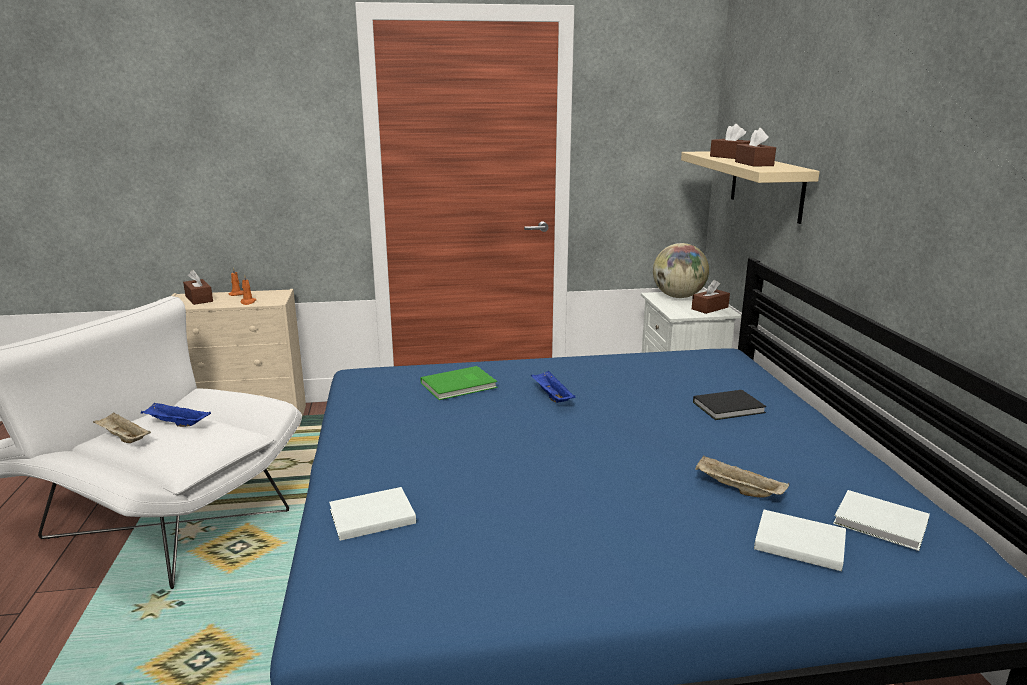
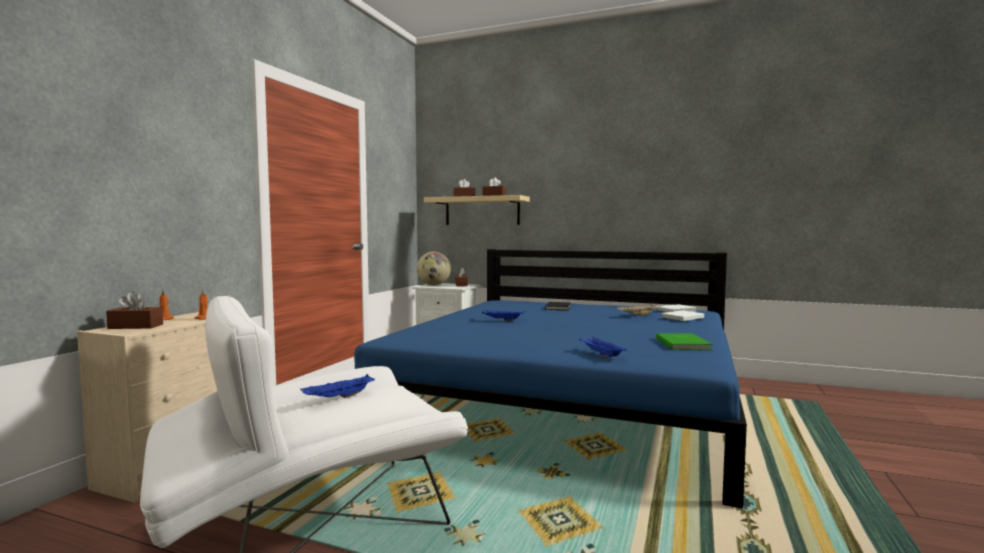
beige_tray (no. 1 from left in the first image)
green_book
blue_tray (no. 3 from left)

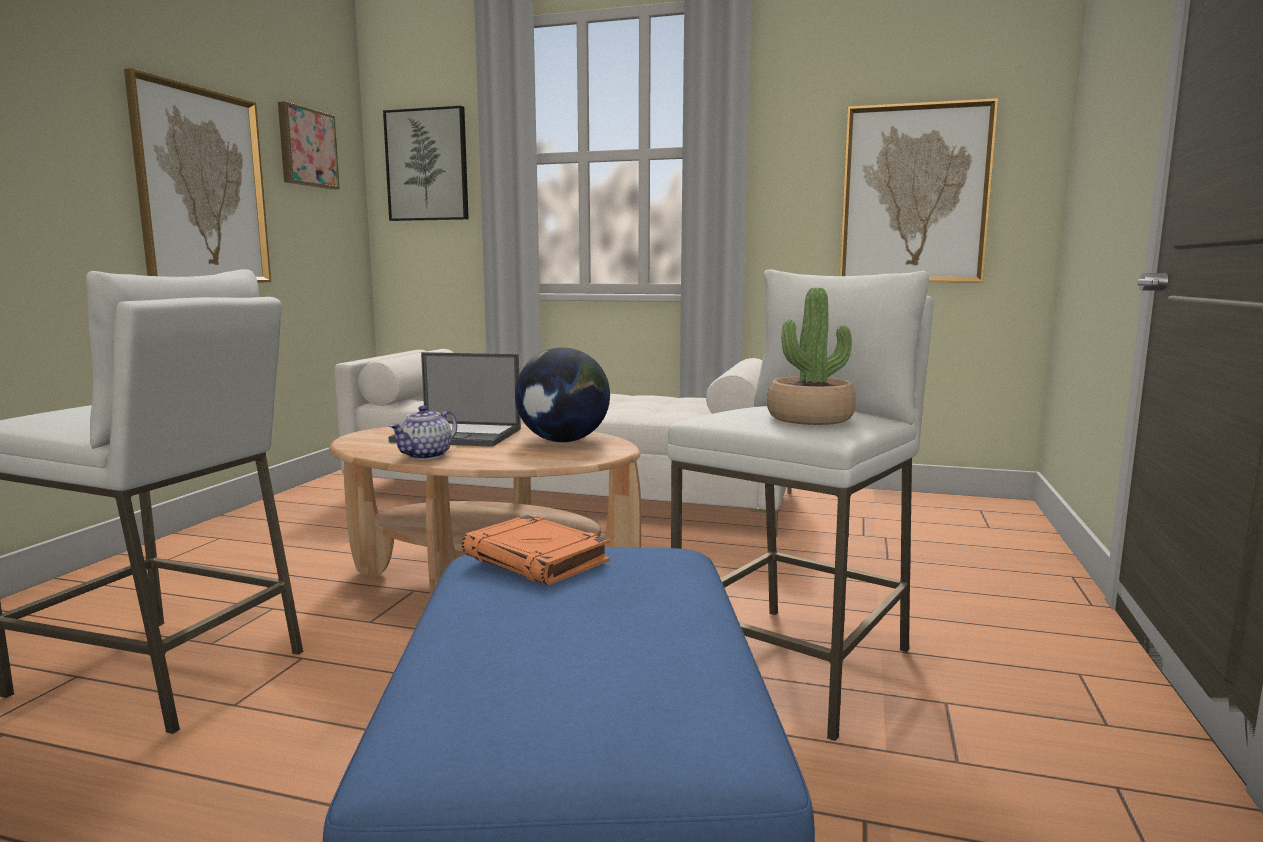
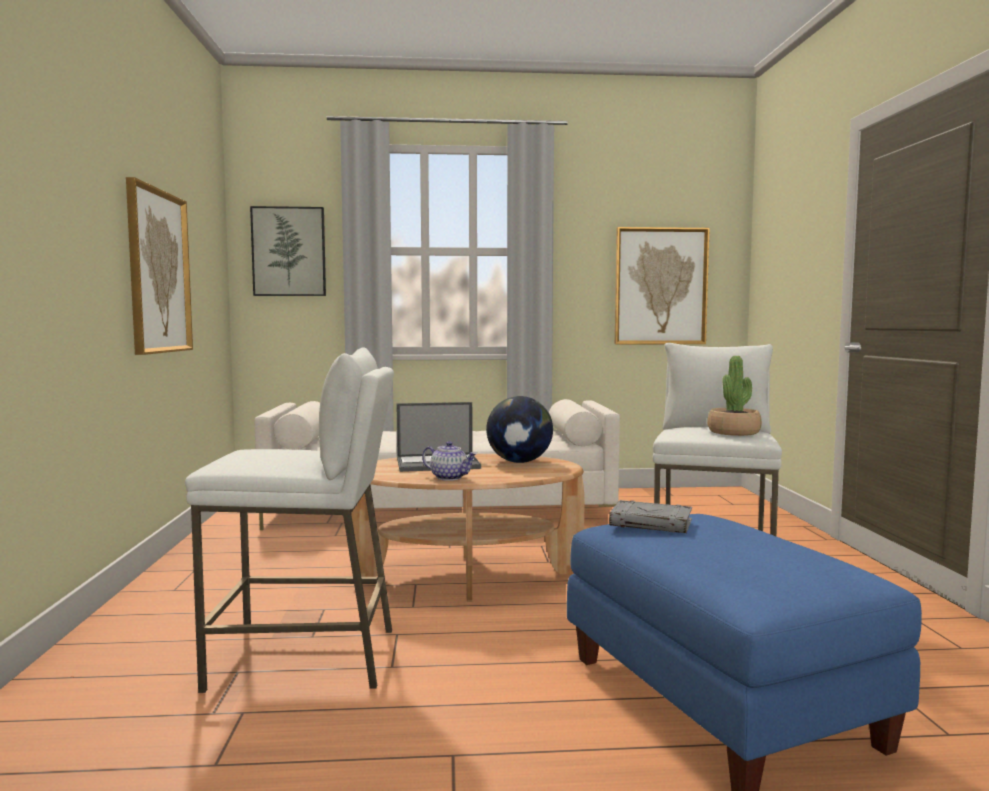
picture (no. 2 from left in the first image)
grey_book
teapot

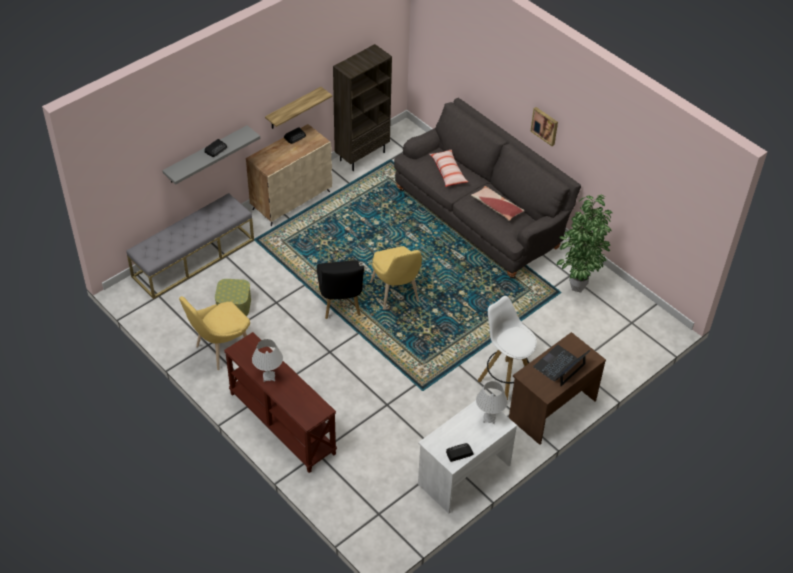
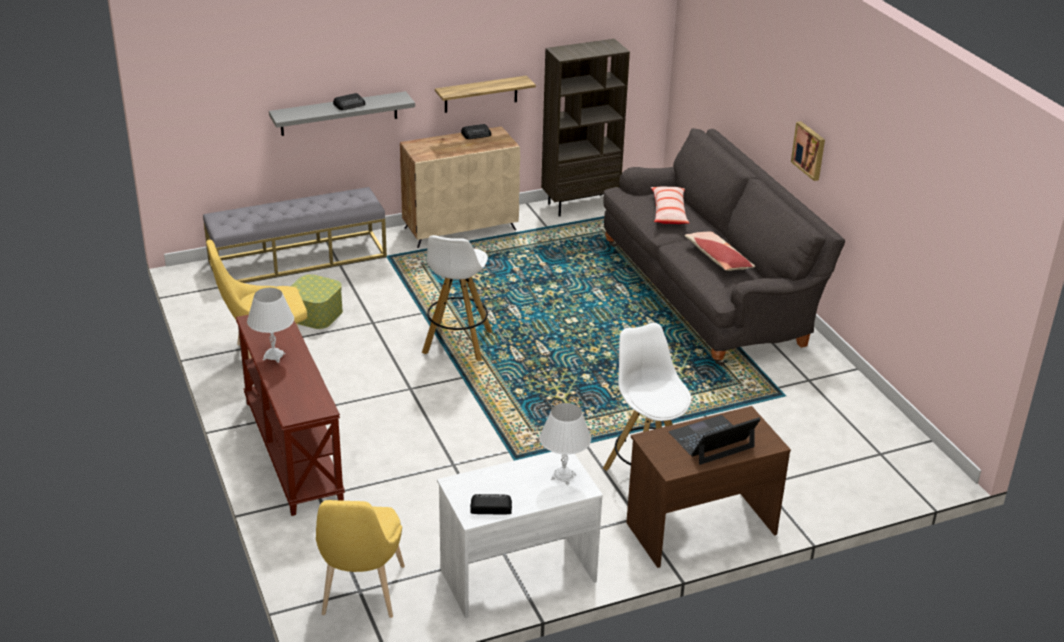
potted_plant
yellow_chair (no. 2 from left)
white_stool (no. 1 from left)

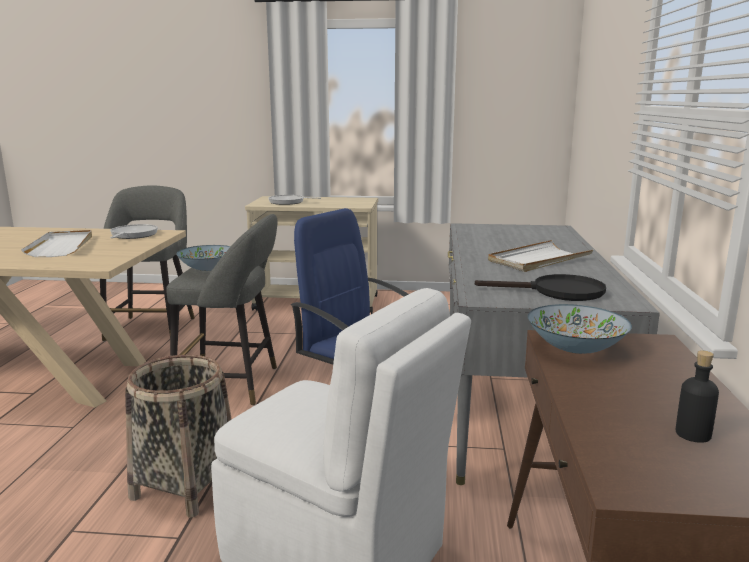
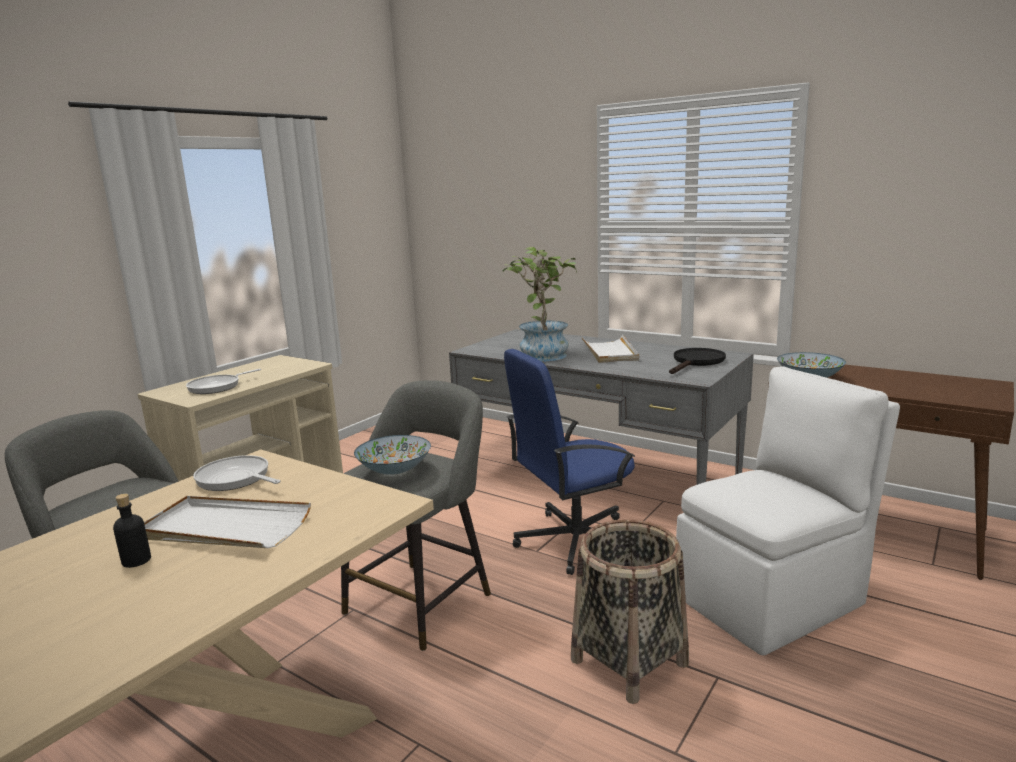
potted_plant
black_bottle

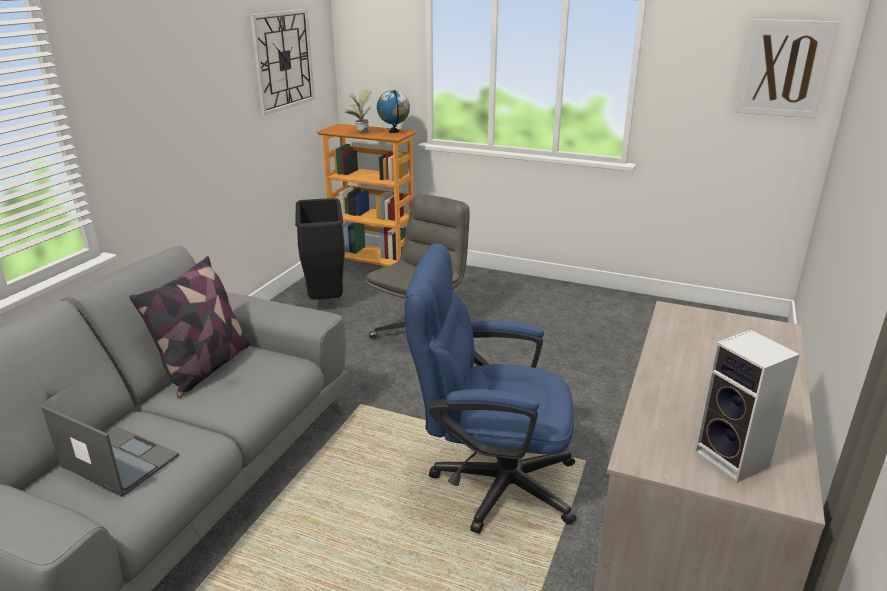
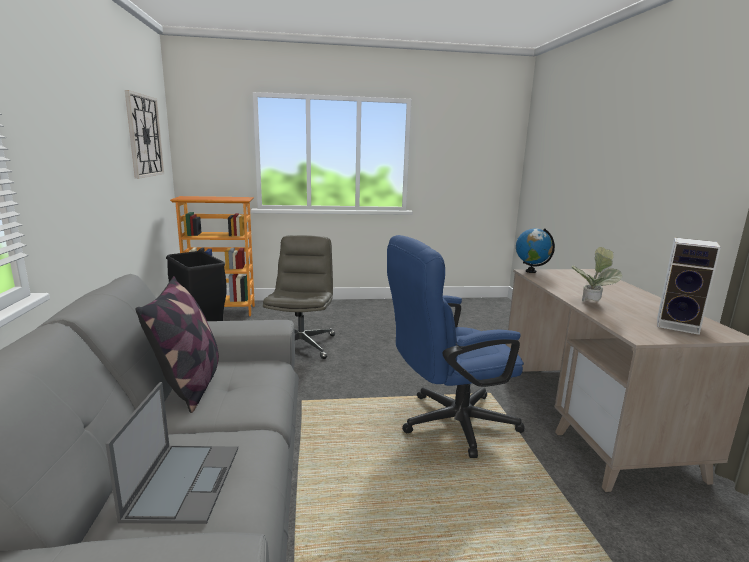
picture
potted_plant
globe
laptop

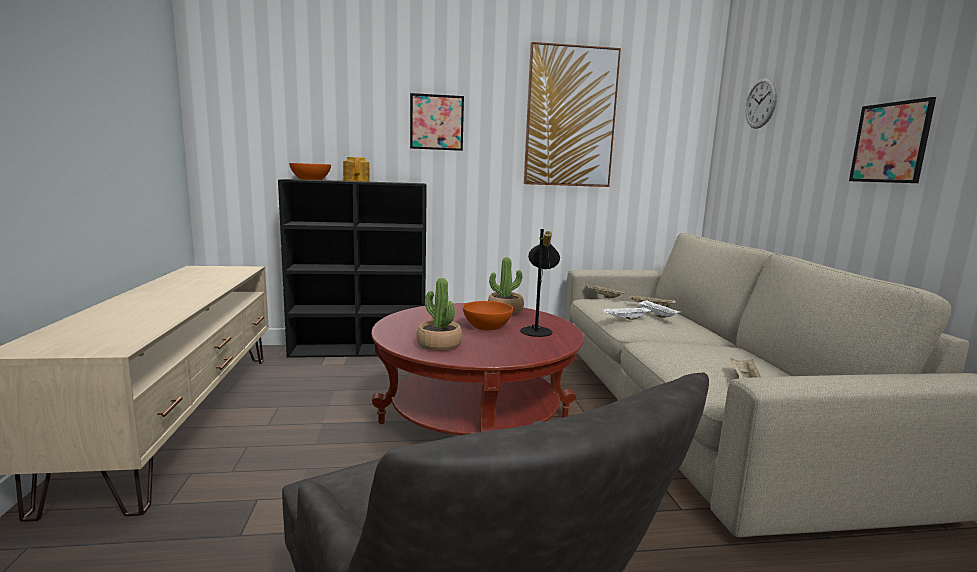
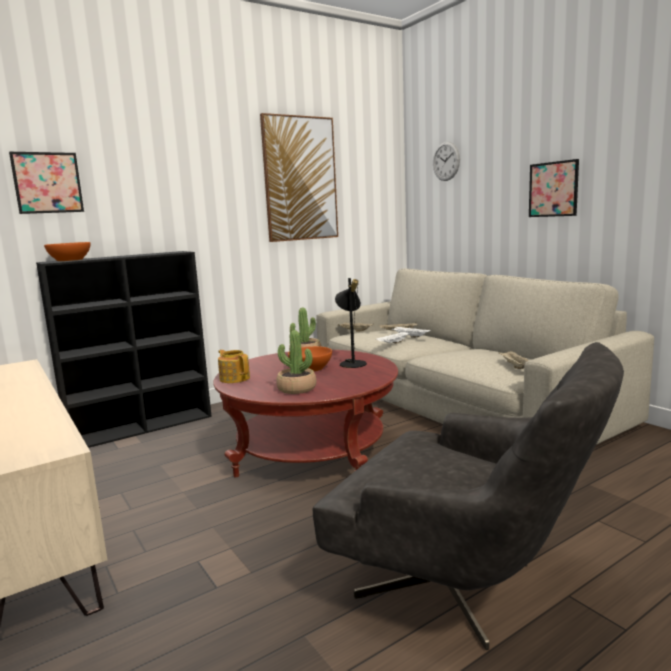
teapot
picture (no. 1 from left)

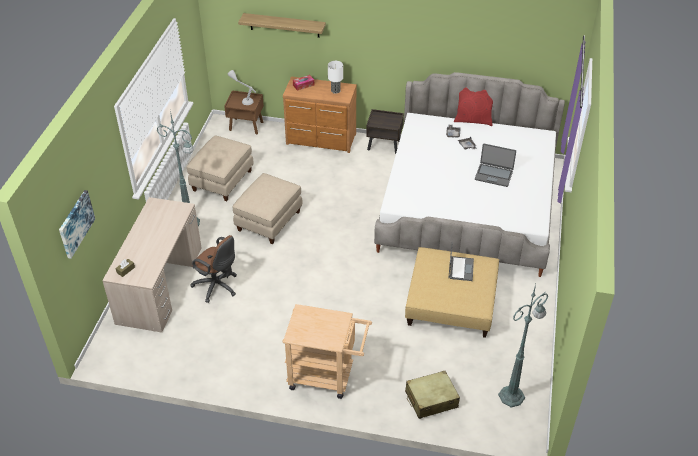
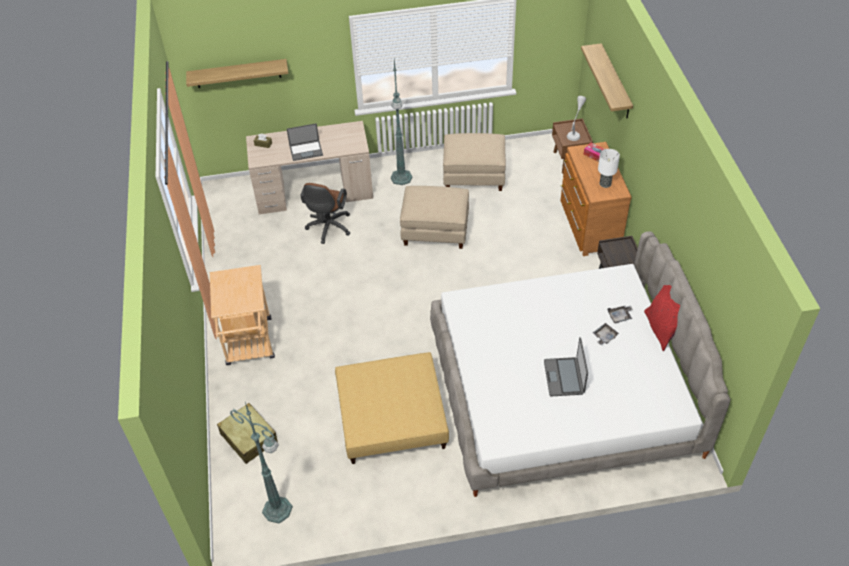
laptop (no. 1 from left)
shelf (no. 1 from left)

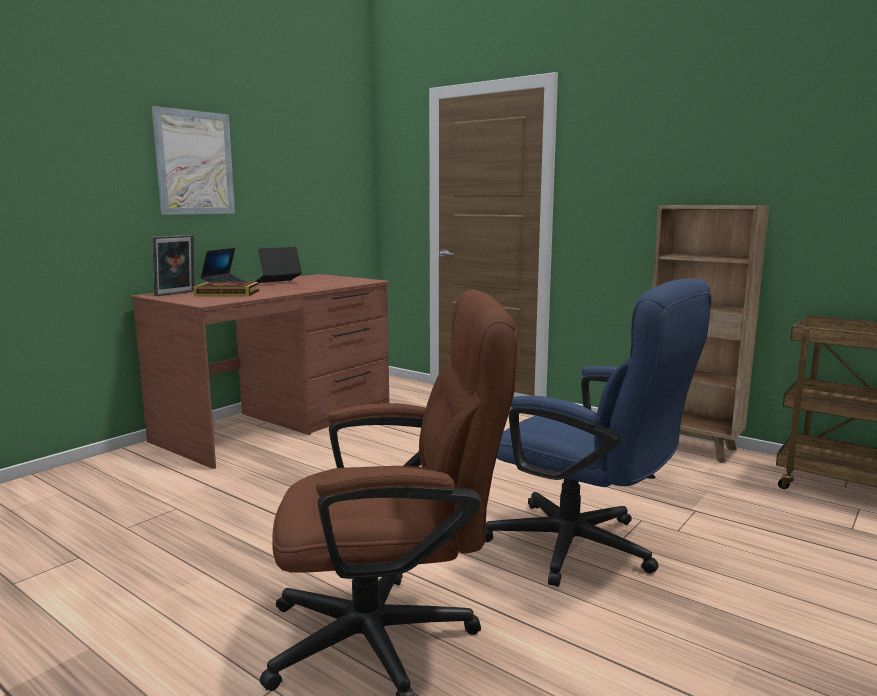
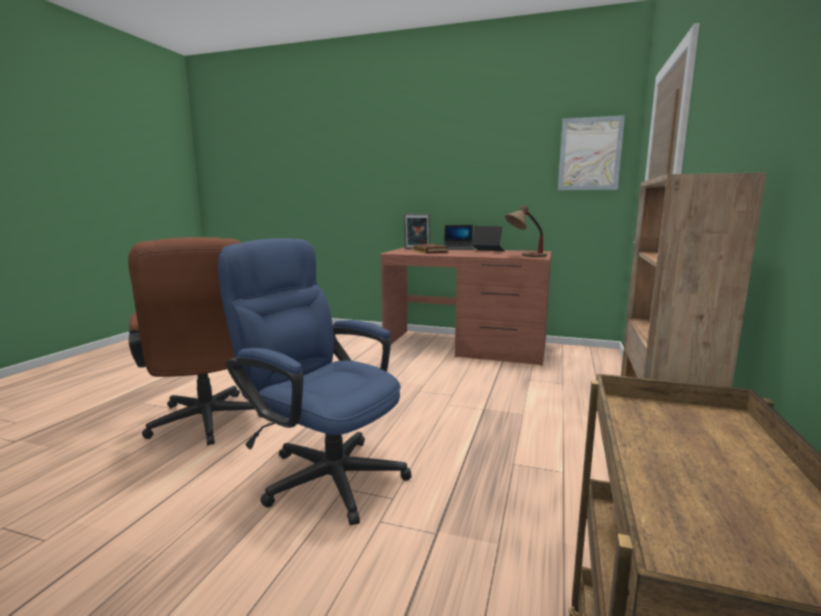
table_lamp
picture
blue_office_chair

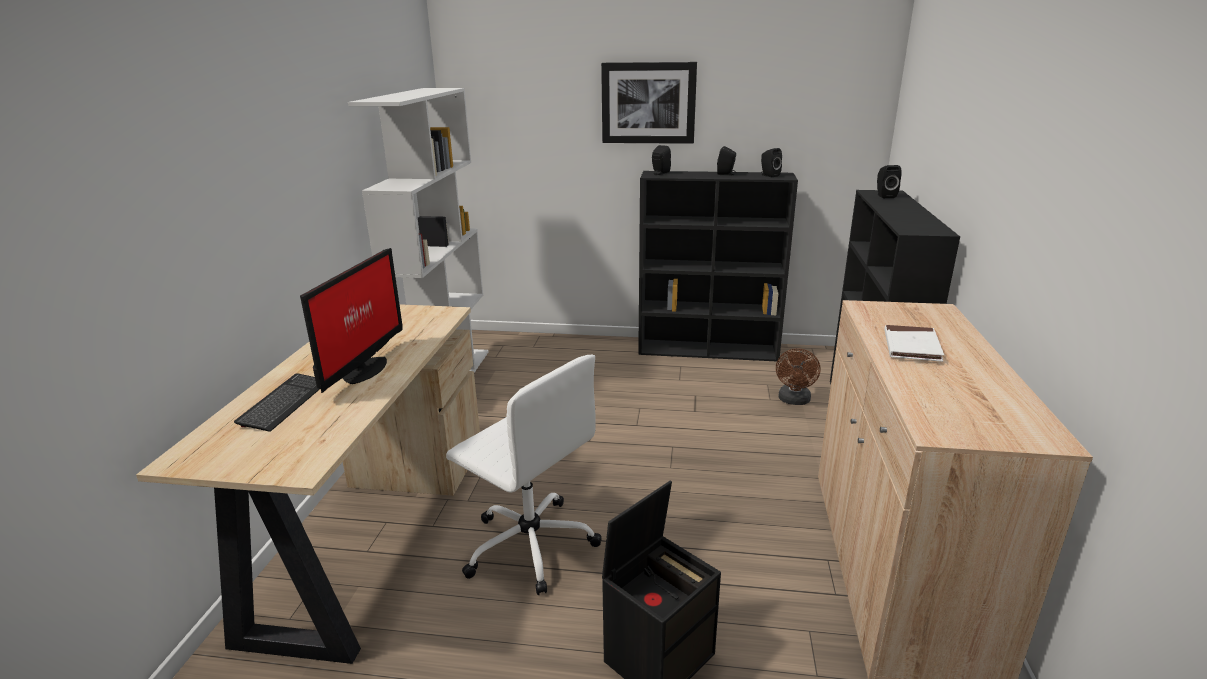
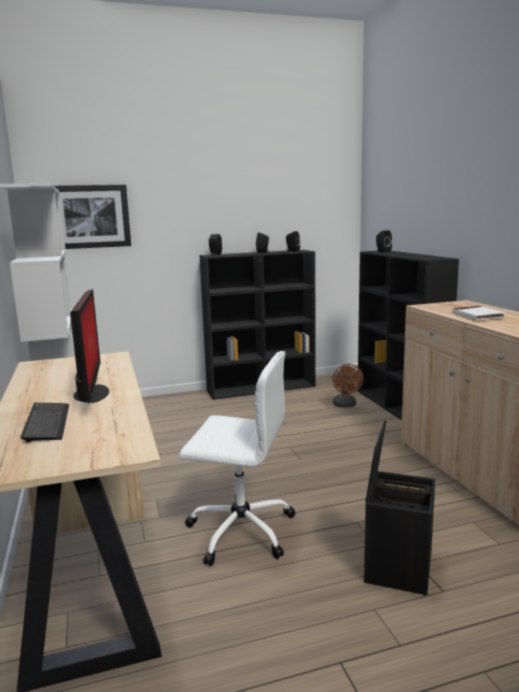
picture

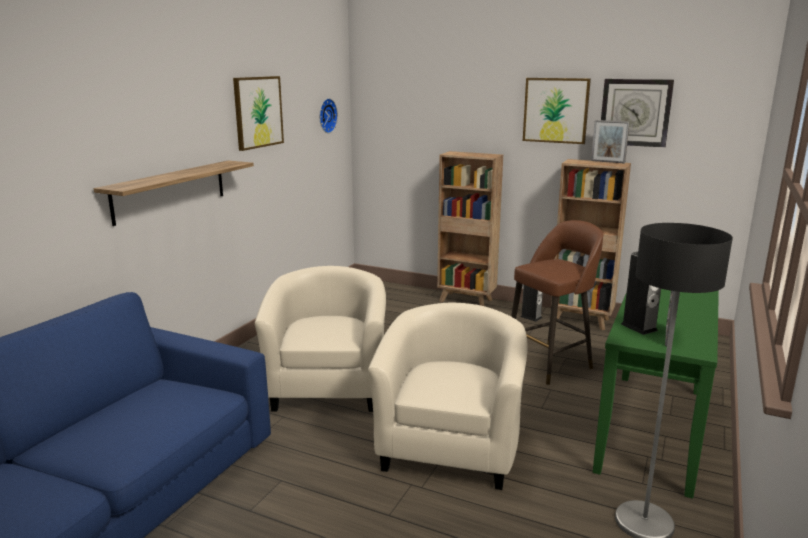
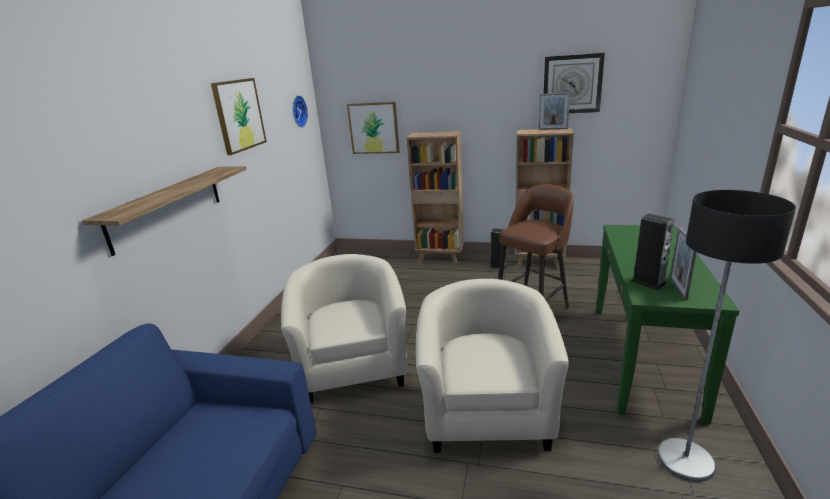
picture (no. 2 from left)

